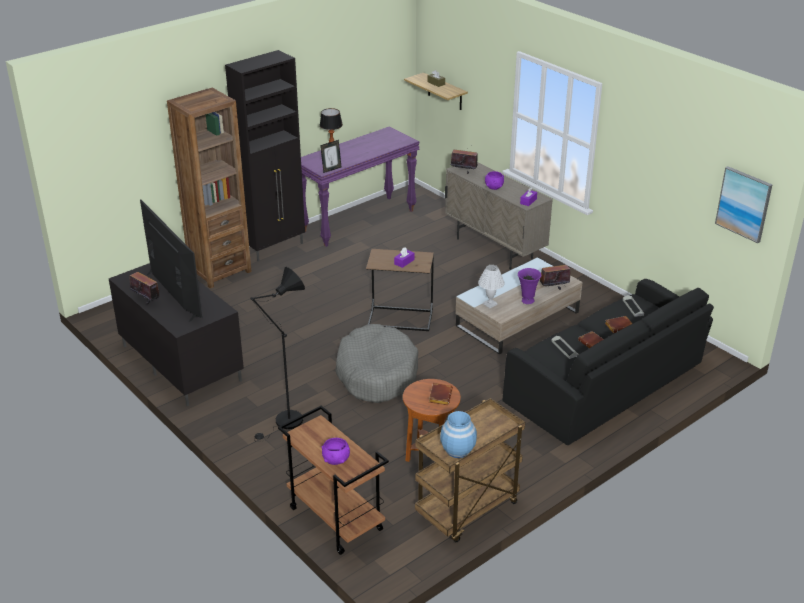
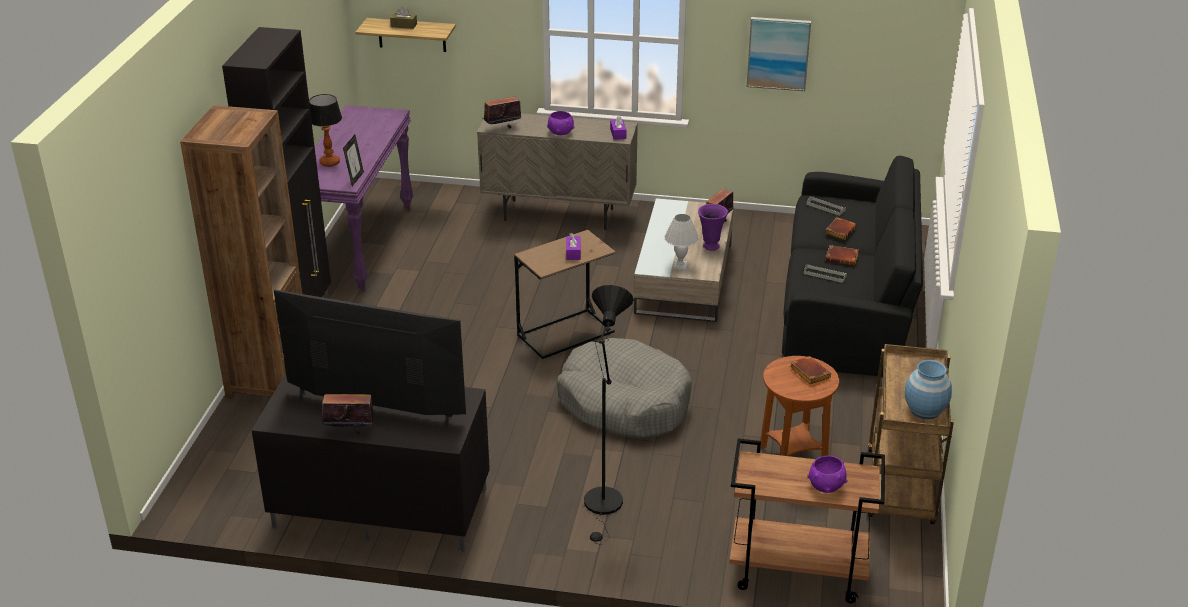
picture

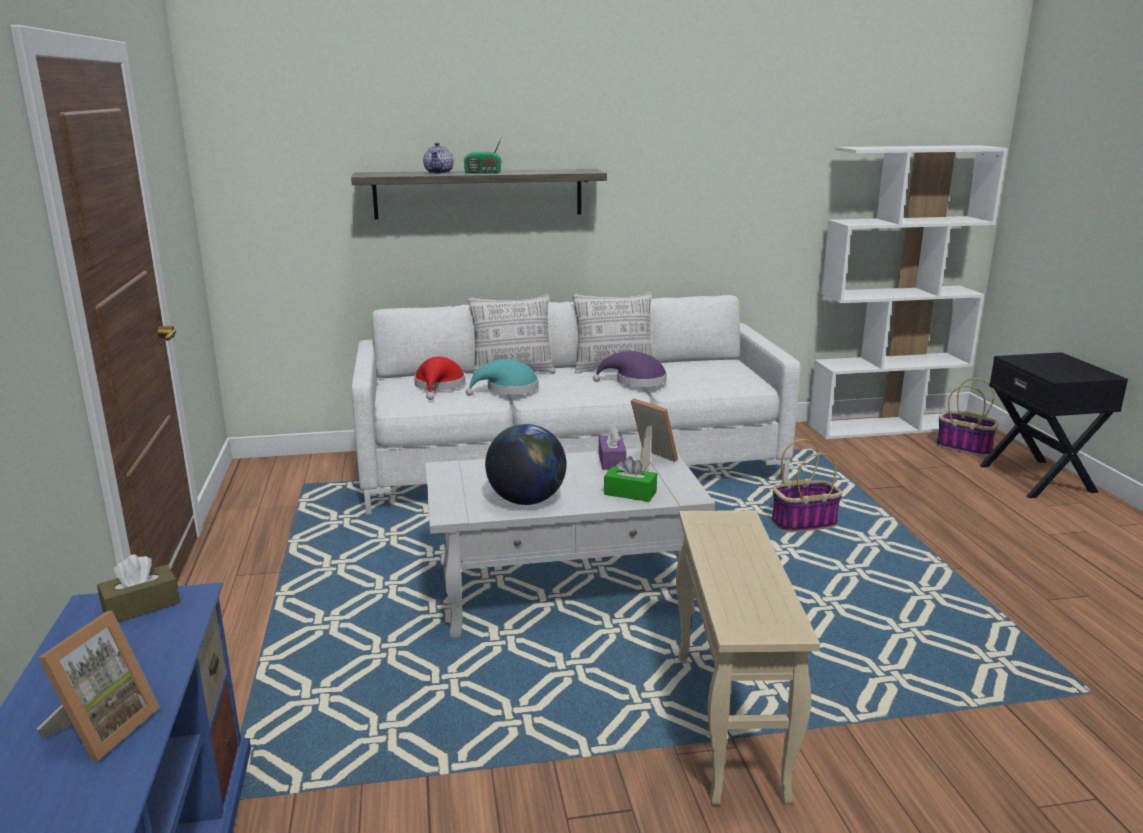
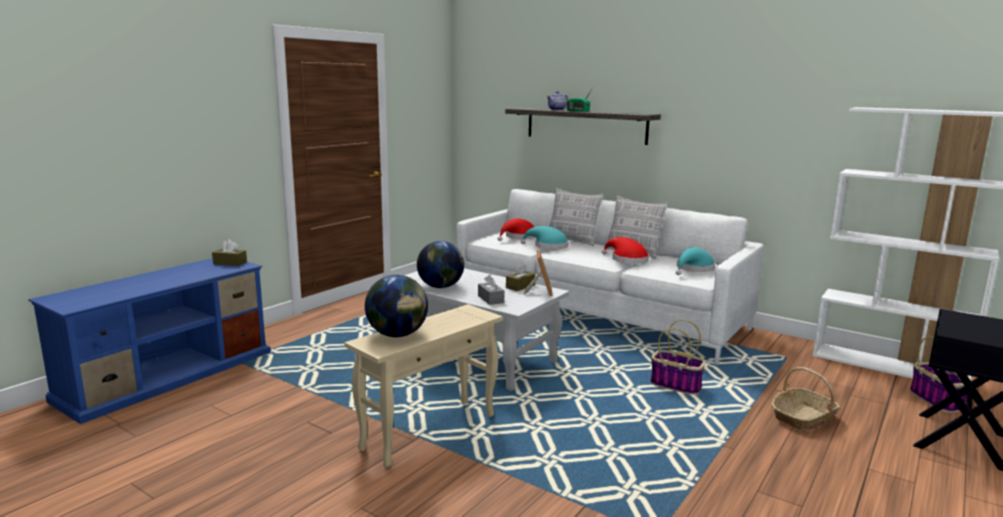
picture_frame (no. 1 from left in the first image)
globe (no. 1 from left)
turquoise_hat (no. 2 from left)
basket (no. 2 from left)
red_hat (no. 2 from left)
brown_tissue_box (no. 2 from left)
grey_tissue_box

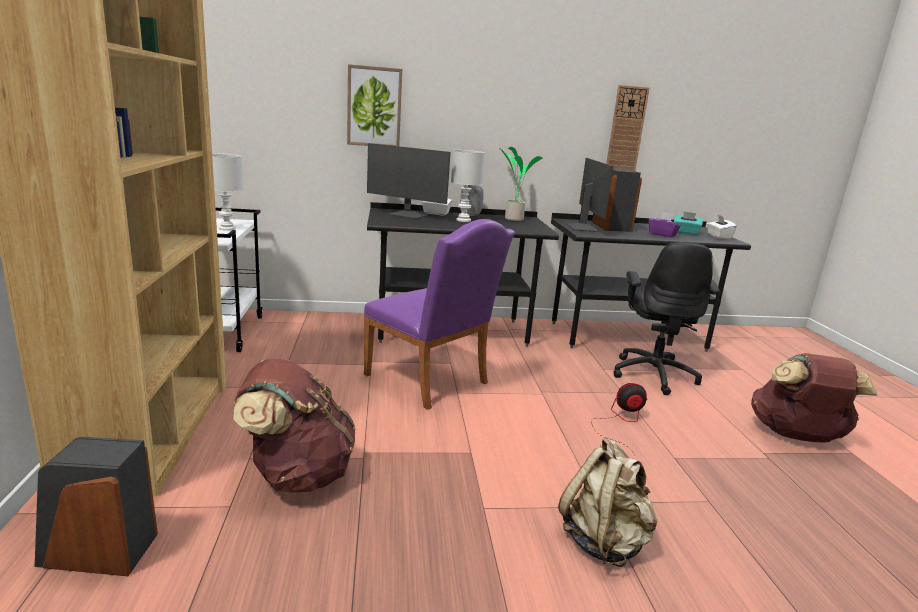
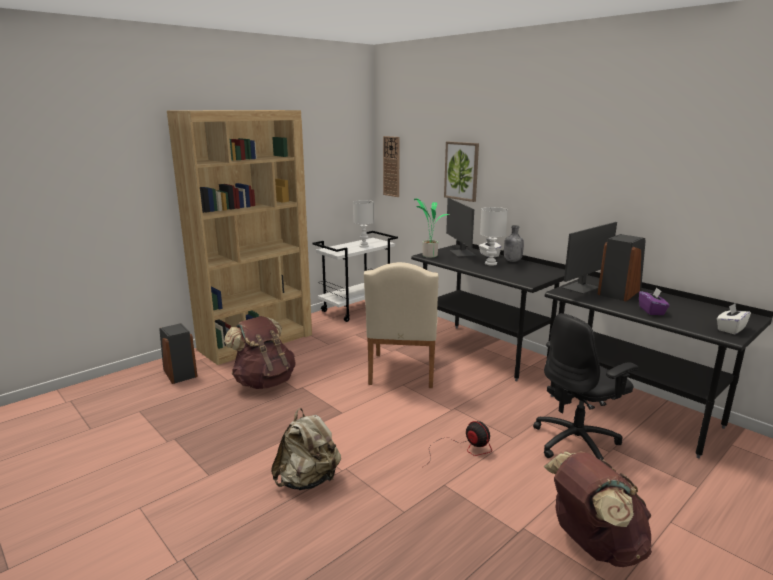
turquoise_tissue_box
potted_plant
wall_clock
beige_chair

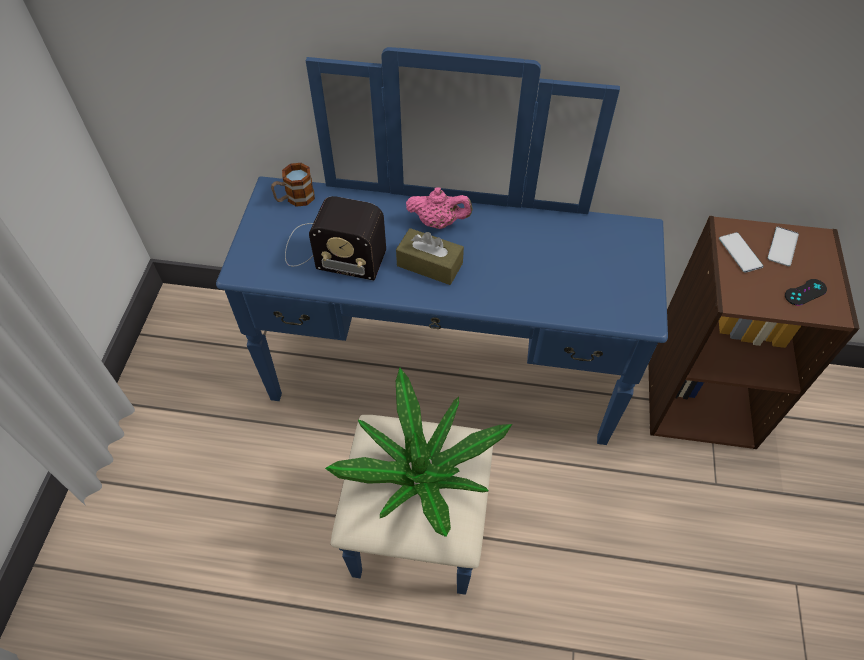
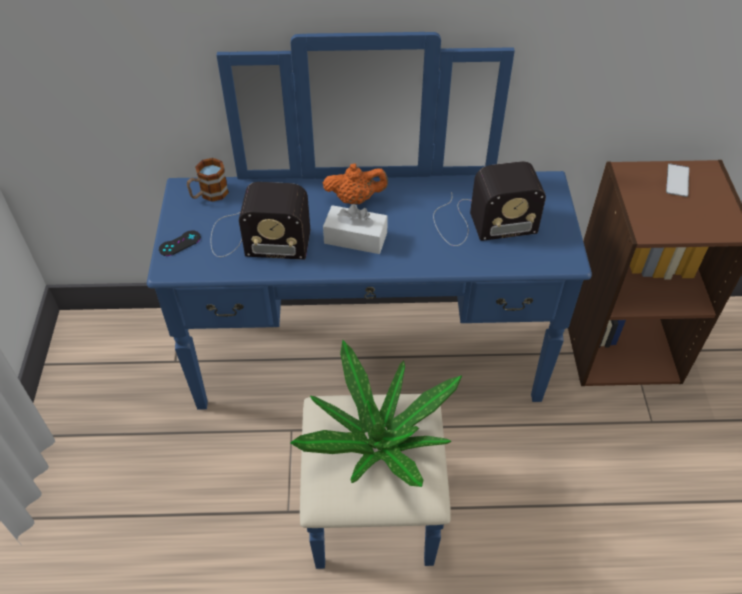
phone (no. 1 from left in the first image)
radio (no. 2 from left)
black_game_controller
white_tissue_box
orange_teapot

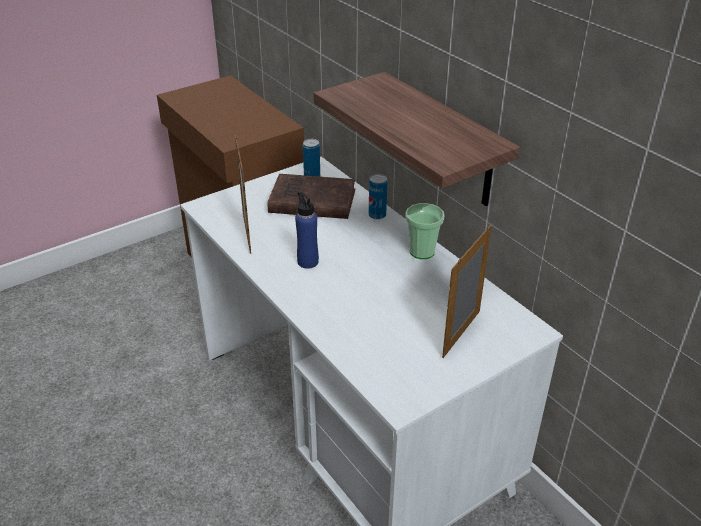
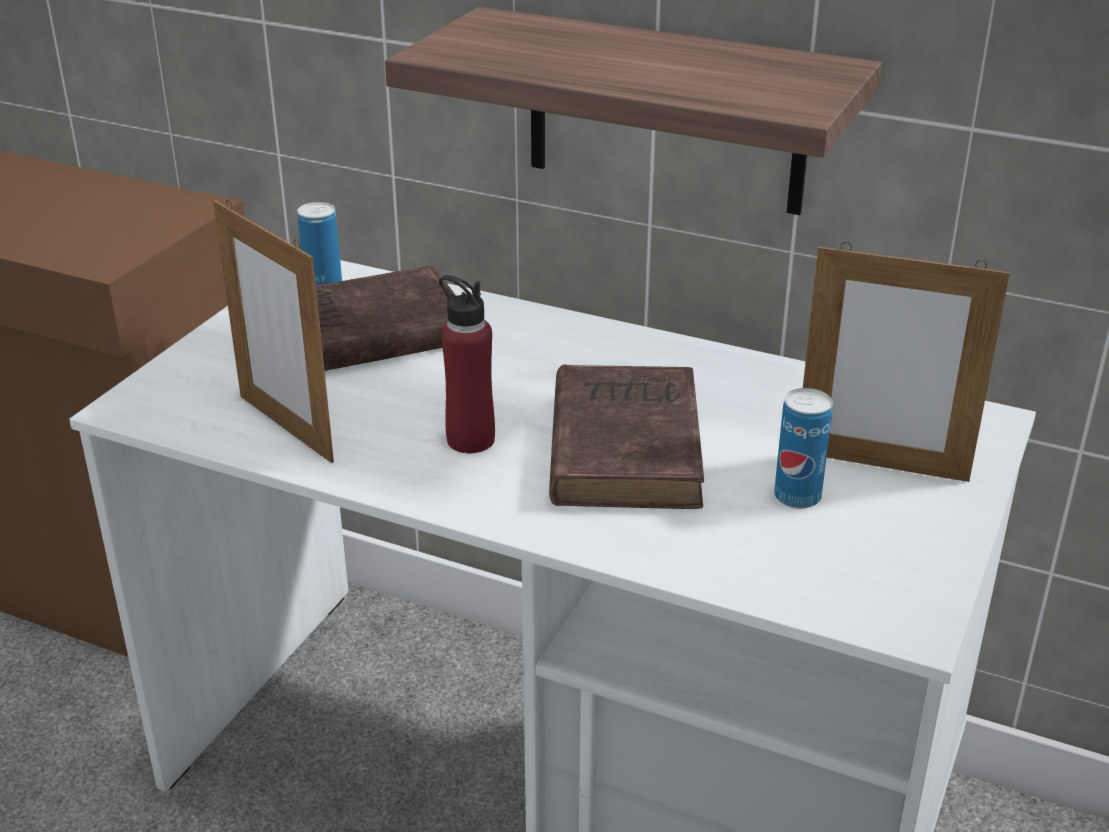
cup
brown_book (no. 2 from left)
can (no. 2 from left)
red_bottle
picture_frame (no. 2 from left)

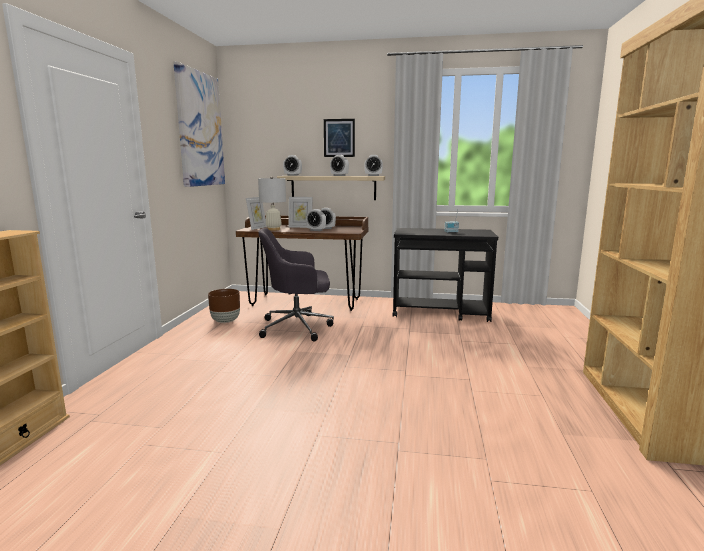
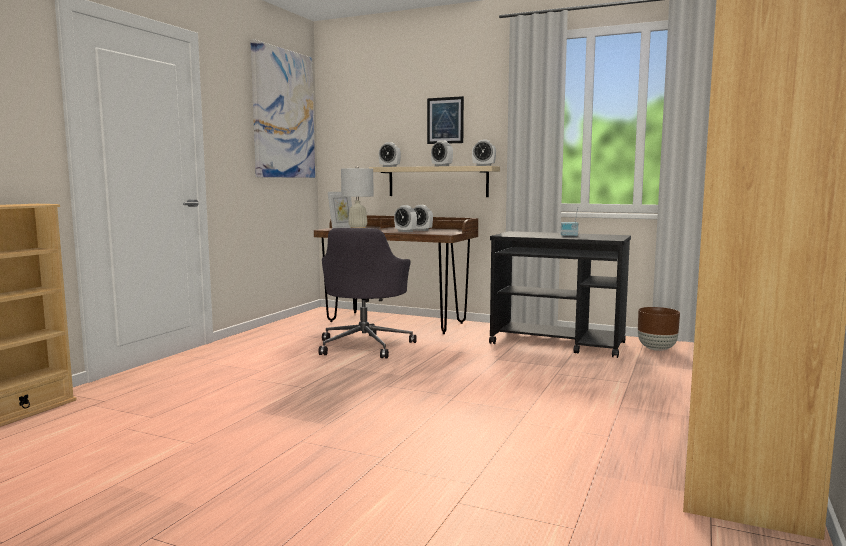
picture_frame (no. 2 from left in the first image)
brown_planter
grey_office_chair

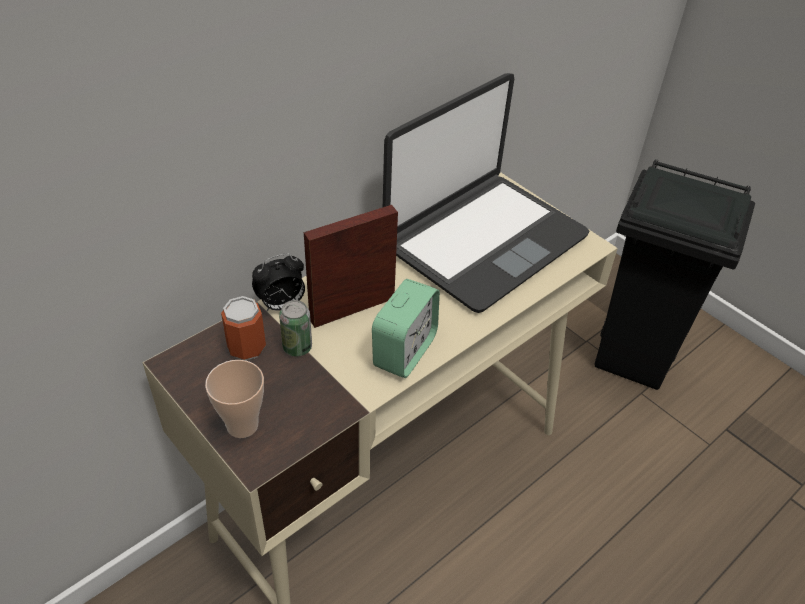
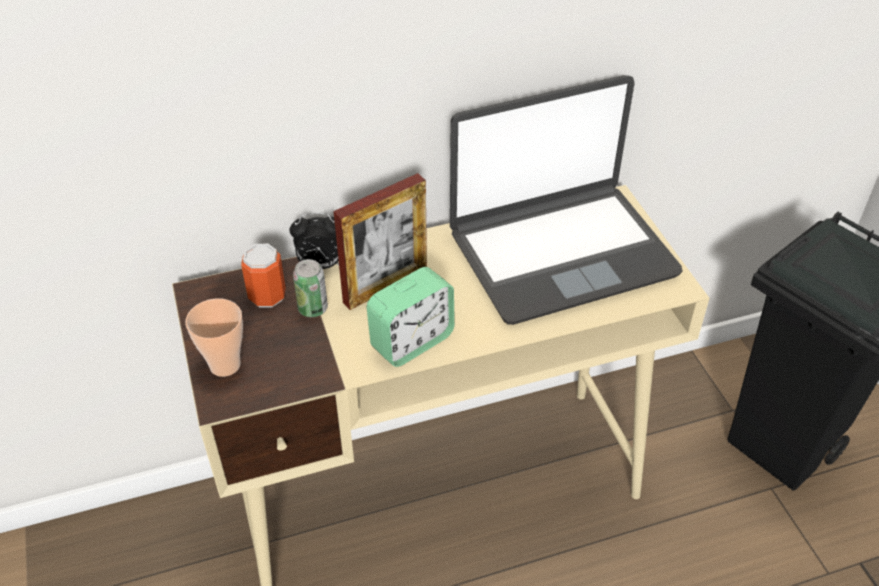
picture_frame

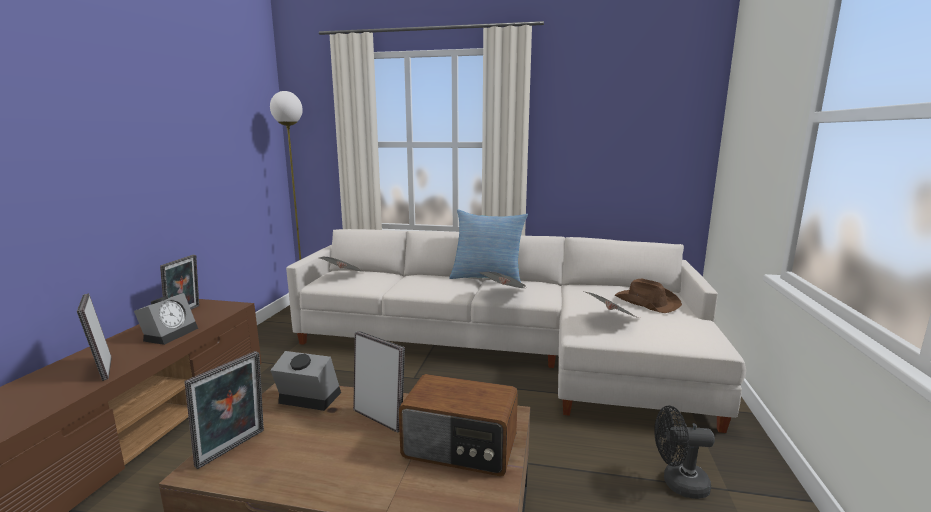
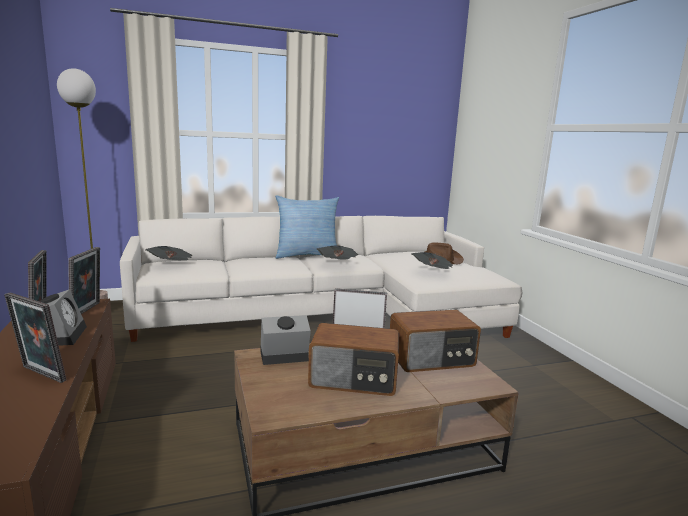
black_fan
radio (no. 1 from left)
picture_frame (no. 3 from left)

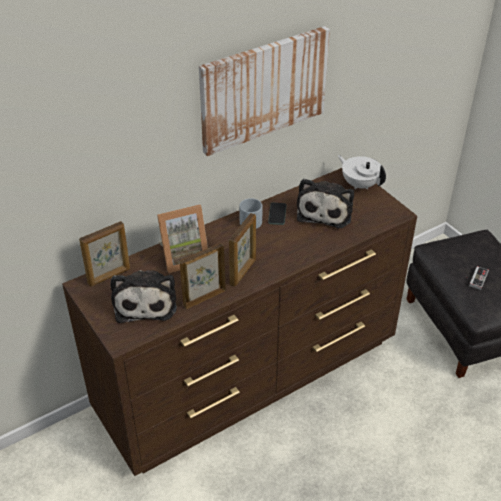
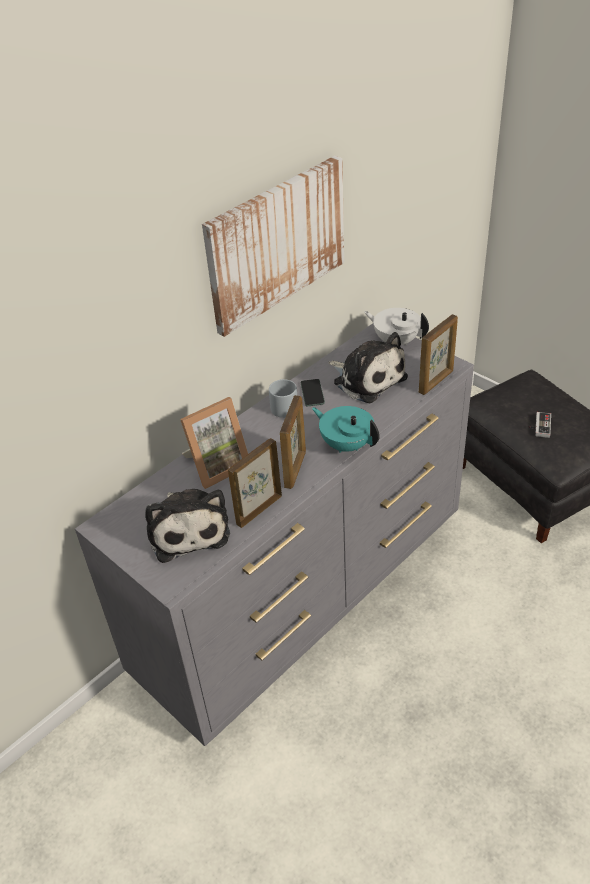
turquoise_teapot
picture_frame (no. 4 from left)
grey_dresser
plush_toy (no. 2 from left)

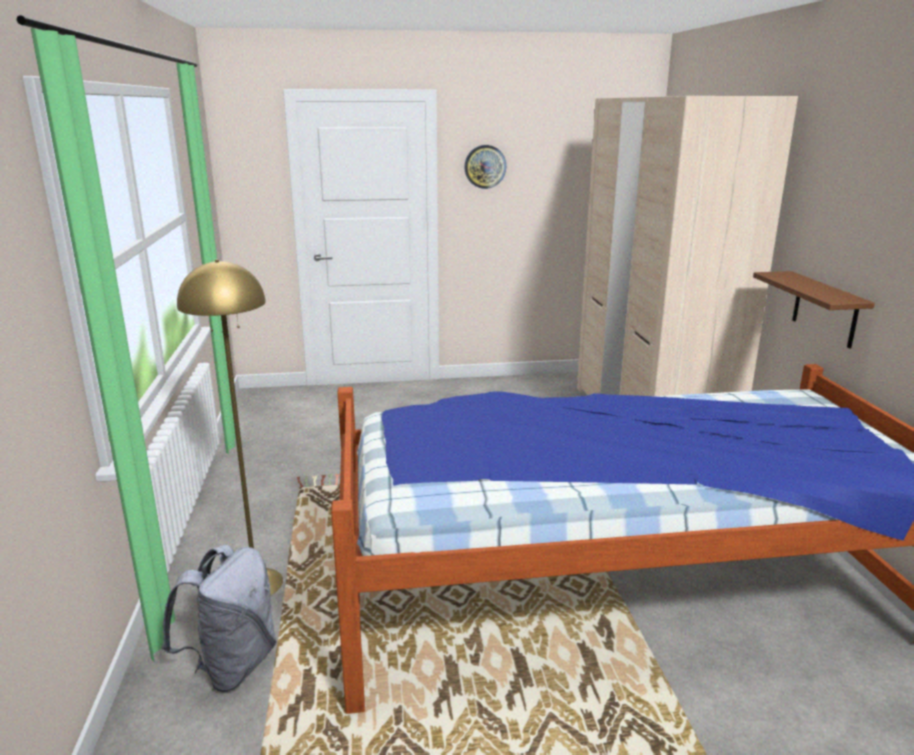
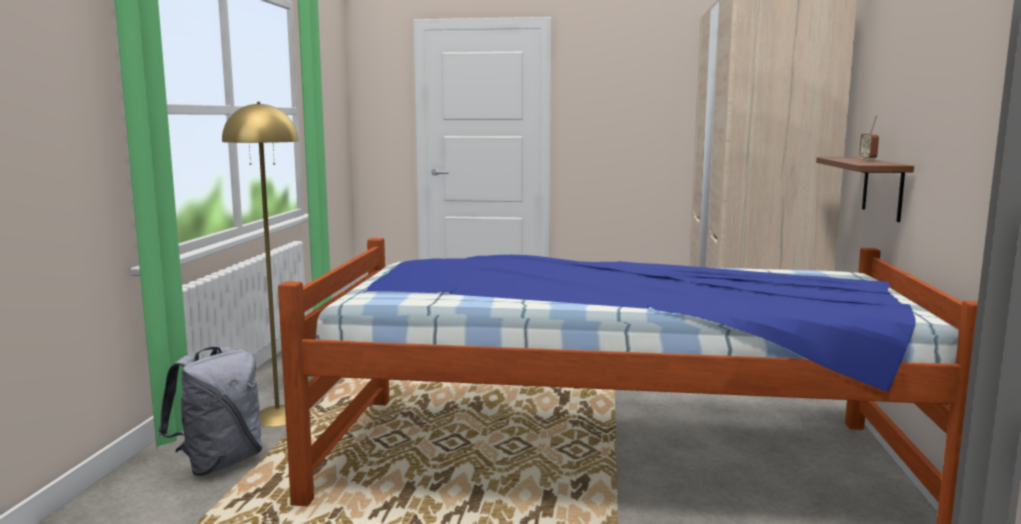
wall_clock
radio

